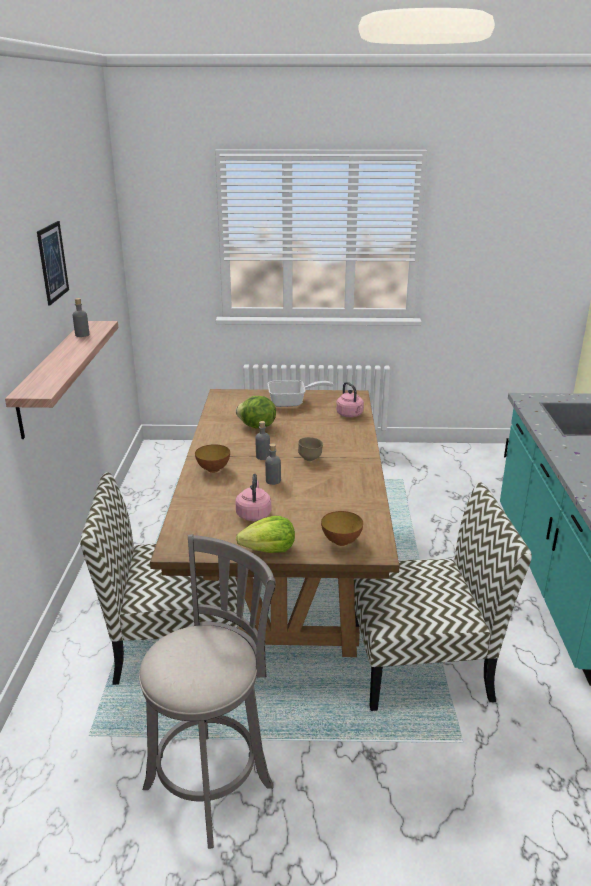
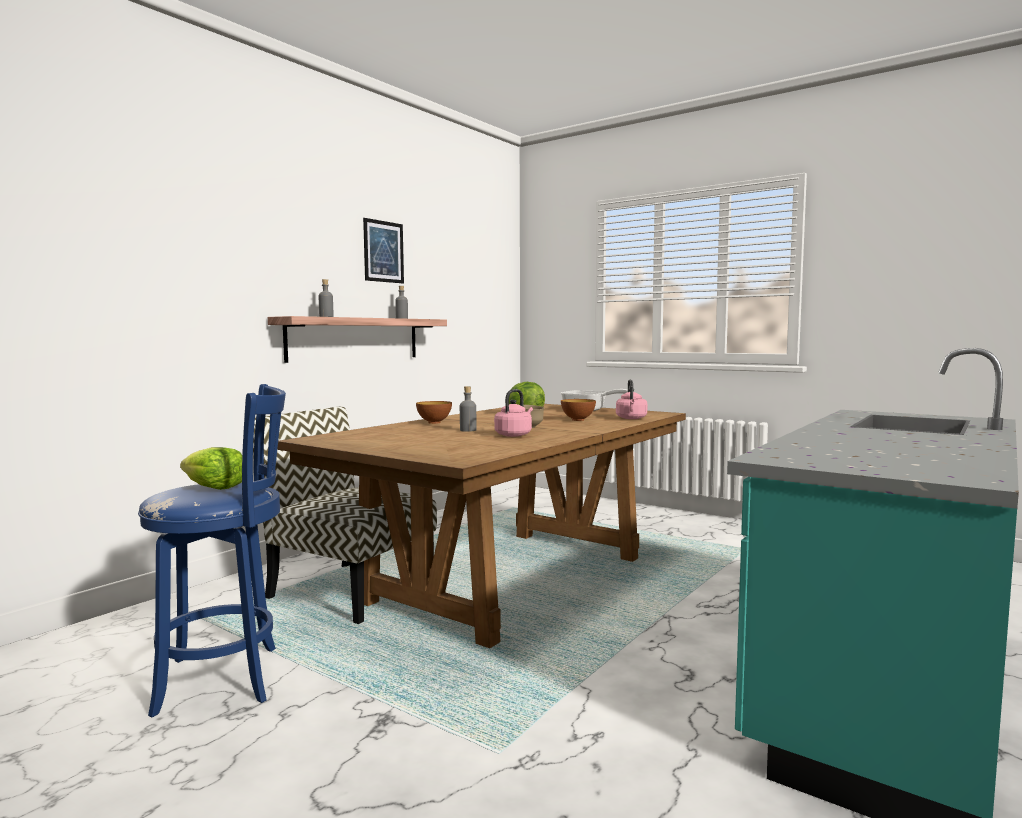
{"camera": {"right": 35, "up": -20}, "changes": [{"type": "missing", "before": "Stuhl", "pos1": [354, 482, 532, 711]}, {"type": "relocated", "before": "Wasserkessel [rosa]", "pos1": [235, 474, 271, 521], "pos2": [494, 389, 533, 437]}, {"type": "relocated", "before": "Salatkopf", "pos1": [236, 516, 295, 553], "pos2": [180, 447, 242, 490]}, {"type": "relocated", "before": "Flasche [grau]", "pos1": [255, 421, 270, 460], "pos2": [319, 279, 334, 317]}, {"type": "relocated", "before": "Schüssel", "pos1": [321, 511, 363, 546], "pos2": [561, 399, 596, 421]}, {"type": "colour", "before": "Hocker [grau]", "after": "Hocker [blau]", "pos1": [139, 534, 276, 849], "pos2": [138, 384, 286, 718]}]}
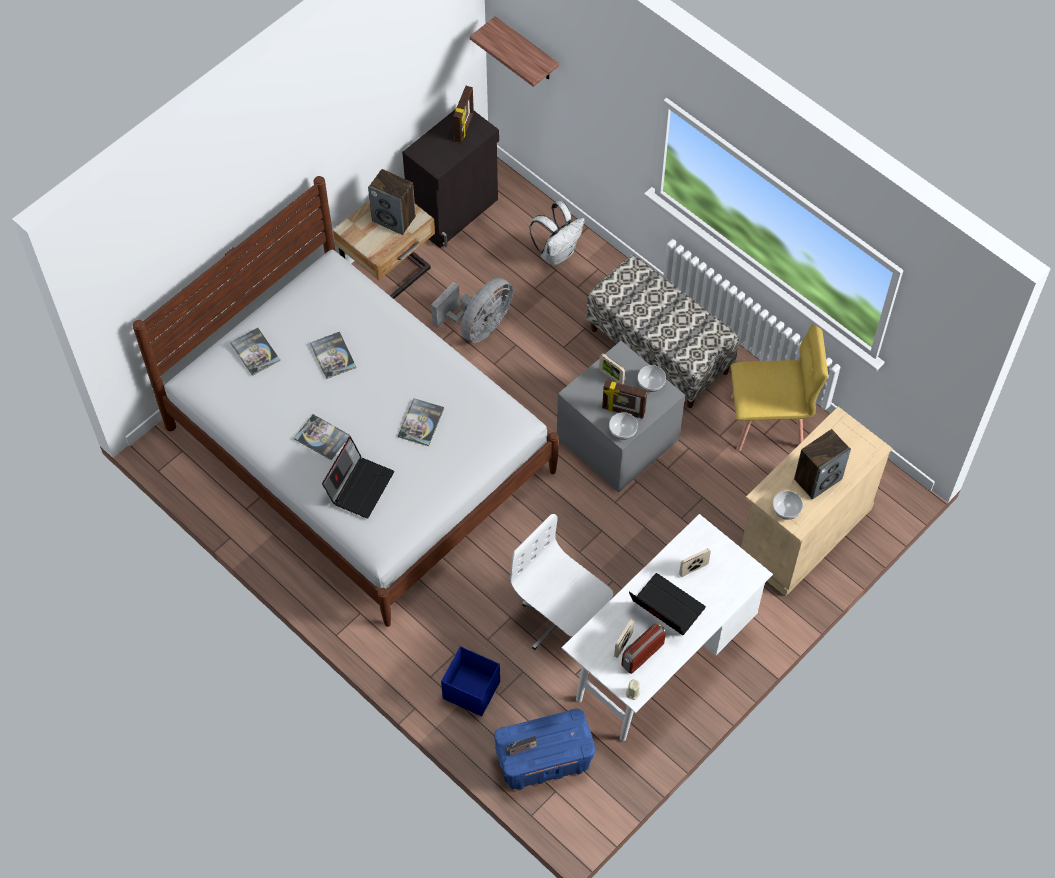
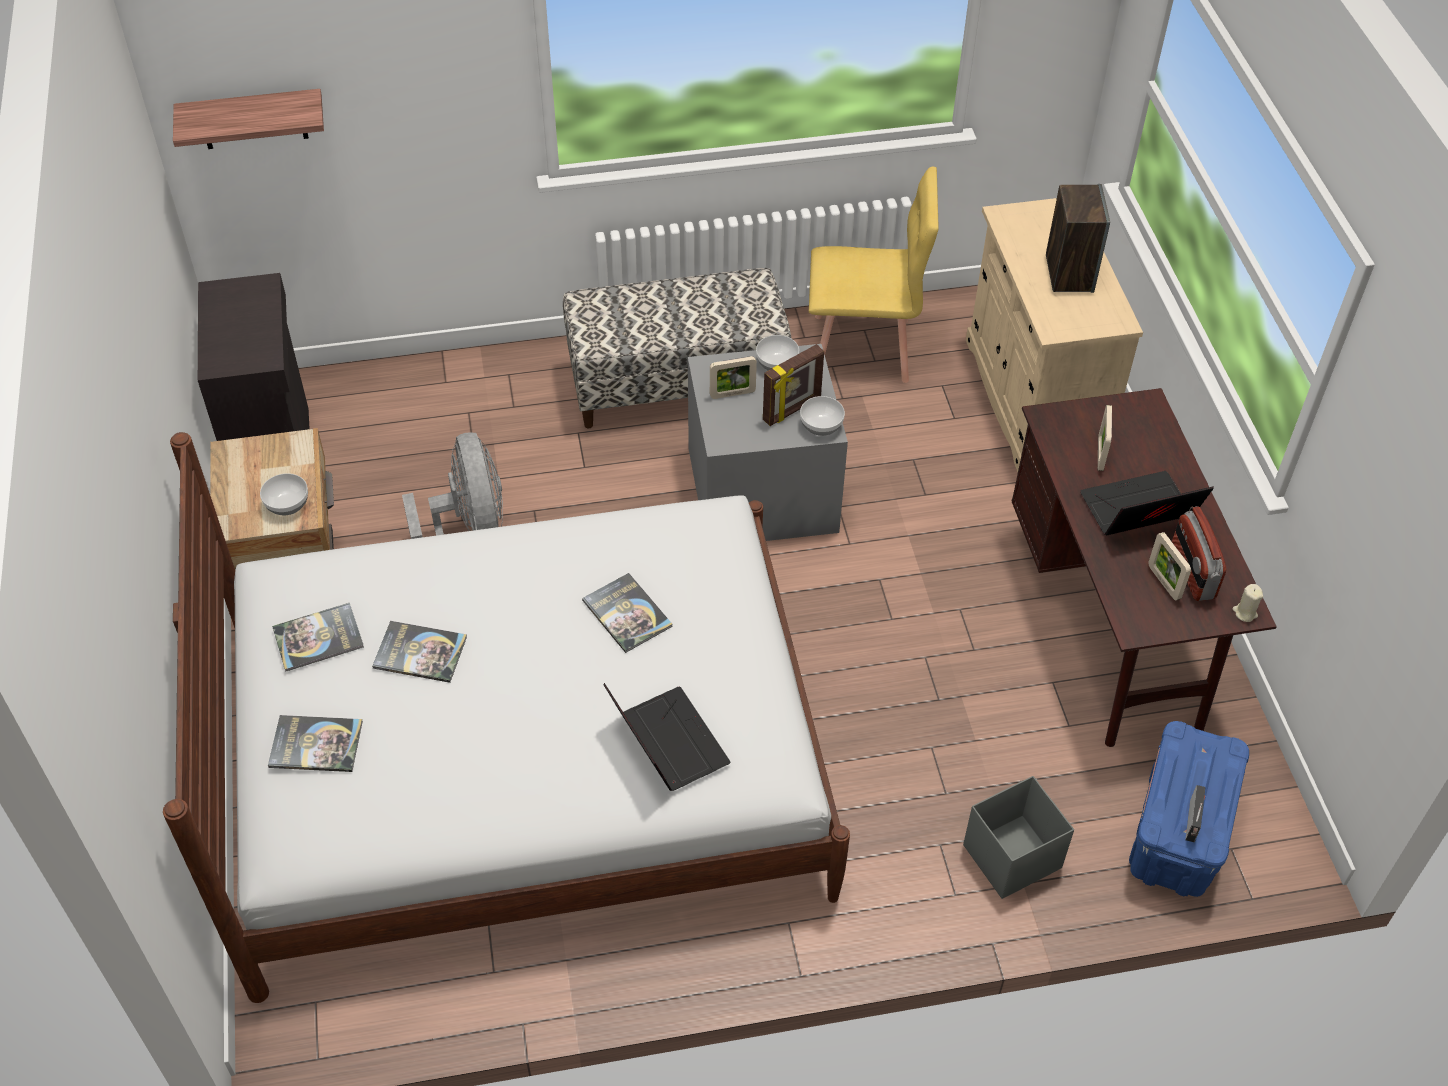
{"camera": {"right": -55, "up": -10}, "changes": [{"type": "missing", "before": "Lautsprecher", "pos1": [368, 169, 416, 235]}, {"type": "missing", "before": "Bilderrahmen", "pos1": [453, 86, 474, 143]}, {"type": "missing", "before": "Bürostuhl [weiß]", "pos1": [510, 514, 613, 650]}, {"type": "missing", "before": "Rucksack [weiß]", "pos1": [529, 201, 585, 266]}, {"type": "relocated", "before": "Buch", "pos1": [294, 414, 350, 460], "pos2": [272, 603, 364, 672]}, {"type": "relocated", "before": "Schüssel", "pos1": [773, 491, 803, 520], "pos2": [260, 473, 308, 515]}, {"type": "colour", "before": "Aufbewahrungsbox [blau]", "after": "Aufbewahrungsbox [grau]", "pos1": [441, 646, 500, 717], "pos2": [963, 776, 1074, 899]}, {"type": "colour", "before": "Schreibtisch [weiß]", "after": "Schreibtisch [braun]", "pos1": [562, 514, 773, 741], "pos2": [1012, 388, 1277, 747]}, {"type": "spun", "before": "Stuhl [gelb]", "pos1": [731, 324, 828, 451], "pos2": [809, 167, 939, 383], "turn": 60}]}
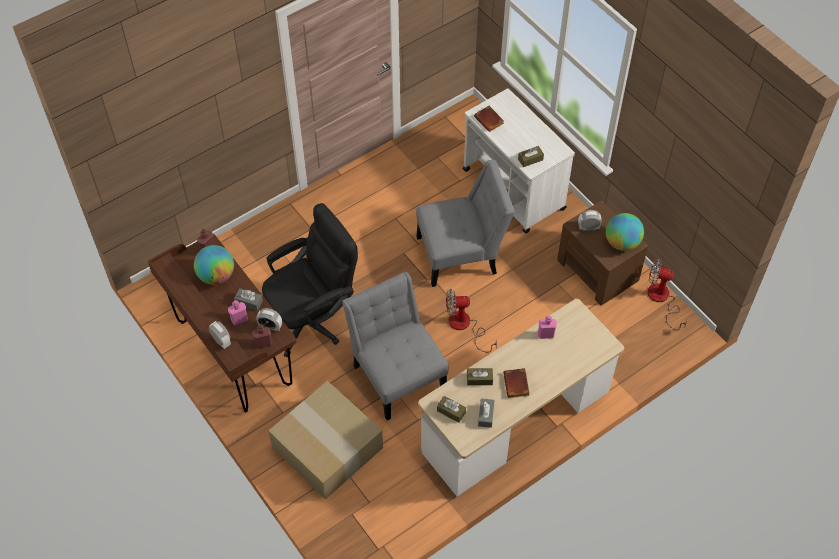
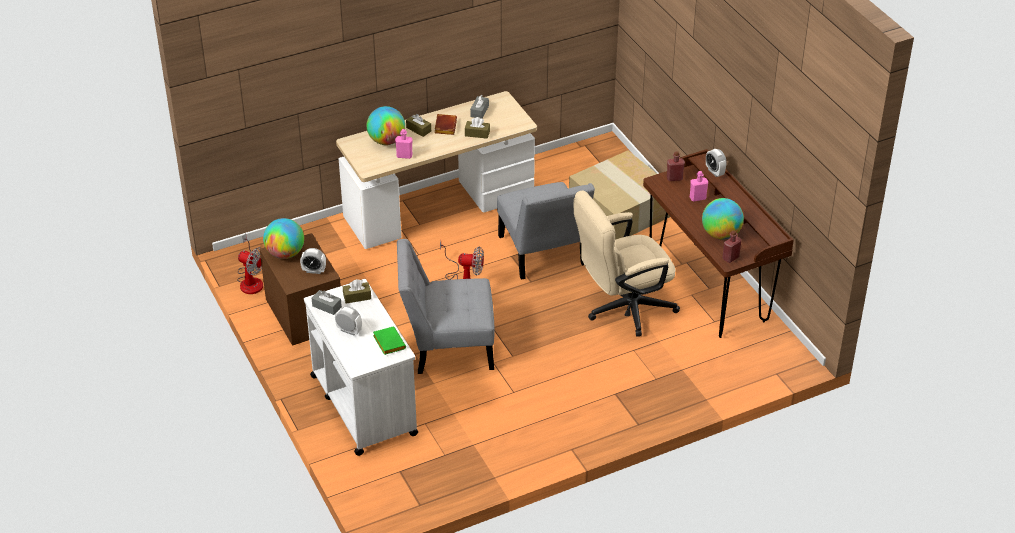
{"camera": {"right": -170, "up": -15}, "changes": [{"type": "appeared", "after": "Globus", "pos2": [366, 106, 405, 145]}, {"type": "relocated", "before": "Taschentuchbox [grau]", "pos1": [234, 288, 263, 311], "pos2": [312, 290, 342, 315]}, {"type": "relocated", "before": "Wecker", "pos1": [256, 308, 282, 331], "pos2": [335, 306, 362, 335]}, {"type": "relocated", "before": "Taschentuchbox [braun]", "pos1": [437, 396, 466, 423], "pos2": [406, 114, 431, 137]}, {"type": "colour", "before": "Bürostuhl [schwarz]", "after": "Bürostuhl [beige]", "pos1": [262, 203, 358, 357], "pos2": [574, 190, 680, 337]}, {"type": "colour", "before": "Buch [braun]", "after": "Buch [grün]", "pos1": [474, 106, 504, 132], "pos2": [373, 326, 406, 355]}]}
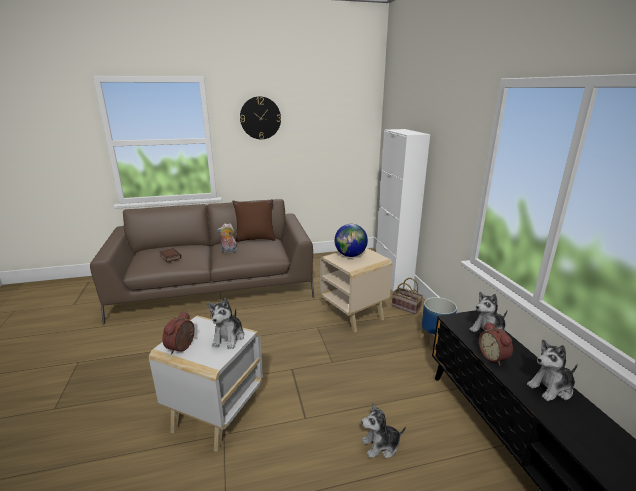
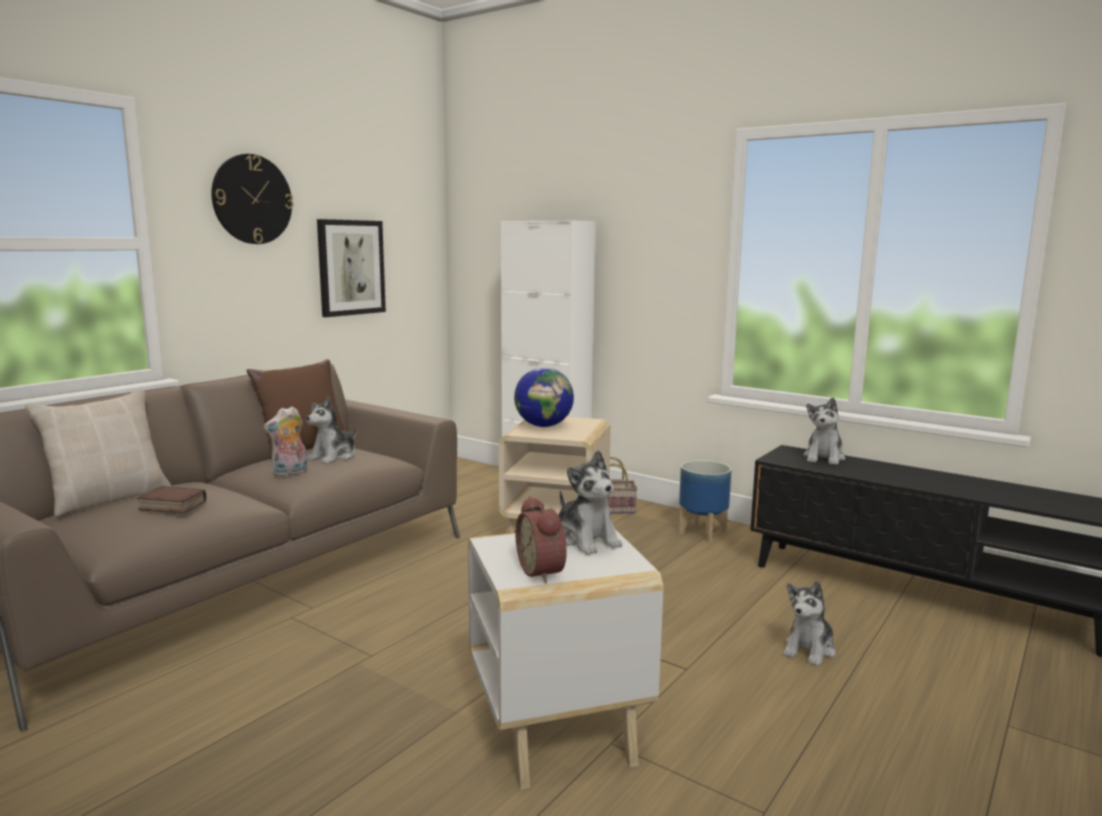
{"camera": {"right": -40, "up": -10}, "changes": [{"type": "missing", "before": "Wecker", "pos1": [479, 322, 513, 366]}, {"type": "appeared", "after": "Kissen [beige]", "pos2": [25, 388, 171, 517]}, {"type": "appeared", "after": "Bild", "pos2": [317, 219, 386, 317]}, {"type": "relocated", "before": "Plüschtier", "pos1": [527, 339, 578, 401], "pos2": [306, 396, 356, 464]}]}
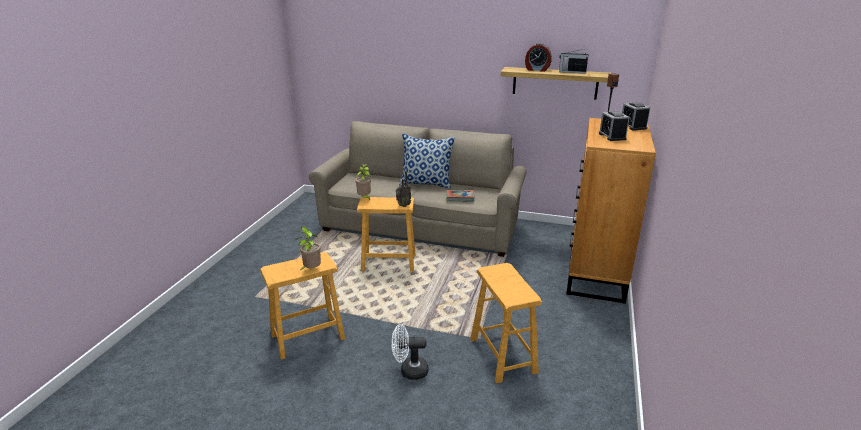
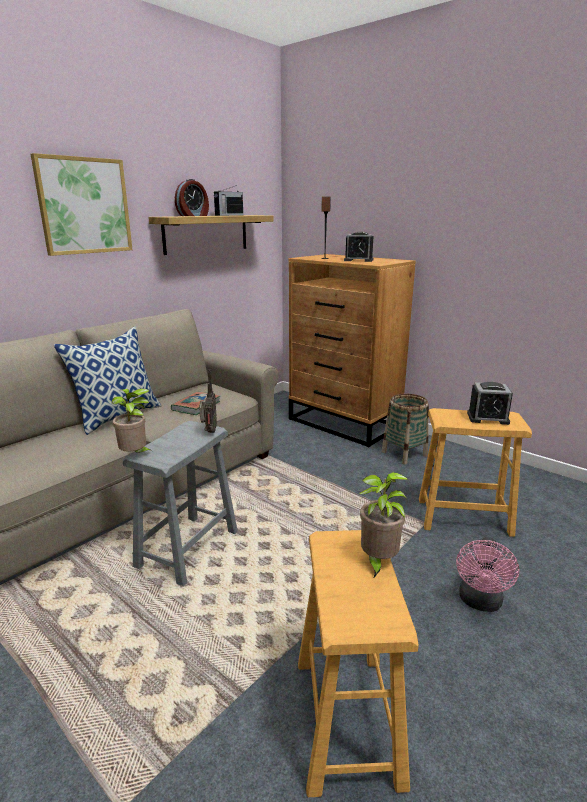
{"camera": {"right": -65, "up": -5}, "changes": [{"type": "appeared", "after": "Bild", "pos2": [31, 153, 133, 256]}, {"type": "appeared", "after": "Korb", "pos2": [382, 394, 429, 464]}, {"type": "relocated", "before": "Wecker", "pos1": [622, 102, 650, 131], "pos2": [467, 382, 513, 425]}, {"type": "colour", "before": "Hocker [braun]", "after": "Hocker [grau]", "pos1": [357, 197, 415, 272], "pos2": [123, 421, 238, 586]}, {"type": "colour", "before": "Ventilator [weiß]", "after": "Ventilator [rosa]", "pos1": [391, 324, 428, 380], "pos2": [456, 537, 519, 612]}]}
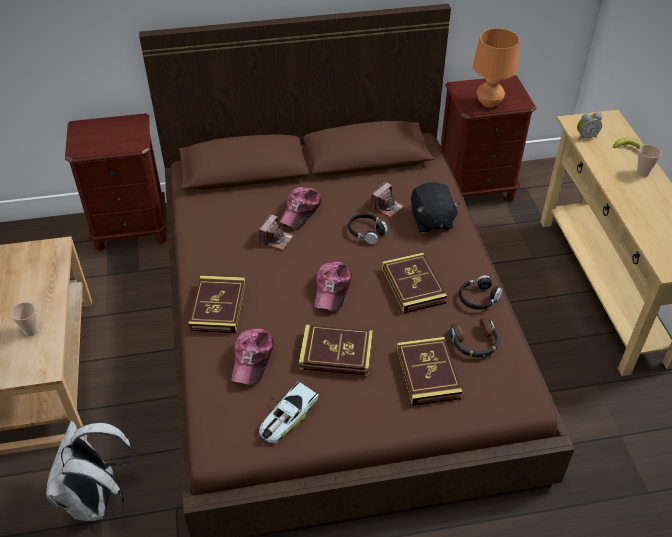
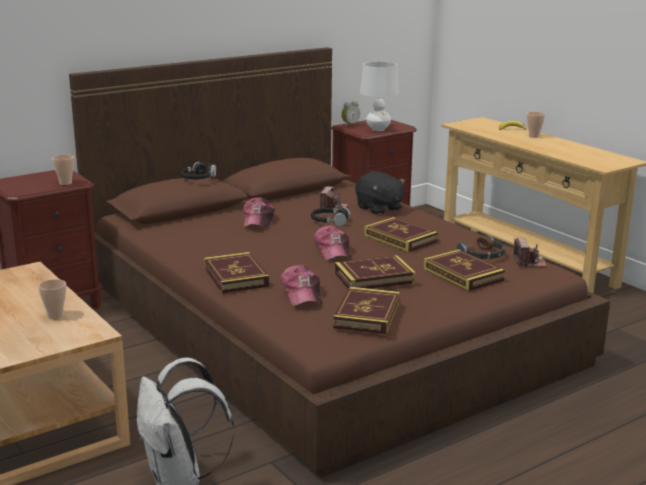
{"camera": {"right": -25, "up": -25}, "changes": [{"type": "appeared", "after": "Tasse", "pos2": [52, 154, 74, 185]}, {"type": "relocated", "before": "Kamera", "pos1": [259, 214, 294, 250], "pos2": [513, 238, 547, 267]}, {"type": "relocated", "before": "Kopfhörer [schwarz]", "pos1": [459, 275, 503, 309], "pos2": [181, 162, 216, 179]}, {"type": "relocated", "before": "Wecker", "pos1": [577, 112, 602, 140], "pos2": [341, 101, 360, 127]}, {"type": "exchanged", "before": "Spielzeugauto", "after": "Buch", "pos1": [259, 381, 319, 444], "pos2": [333, 287, 400, 335]}, {"type": "colour", "before": "Tischlampe [orange]", "after": "Tischlampe [weiß]", "pos1": [473, 28, 520, 108], "pos2": [360, 61, 399, 131]}]}
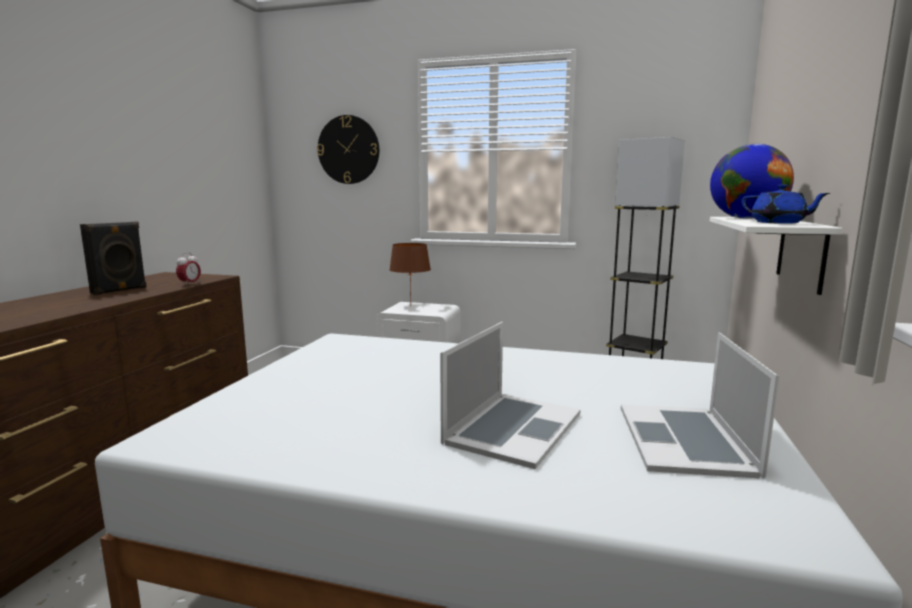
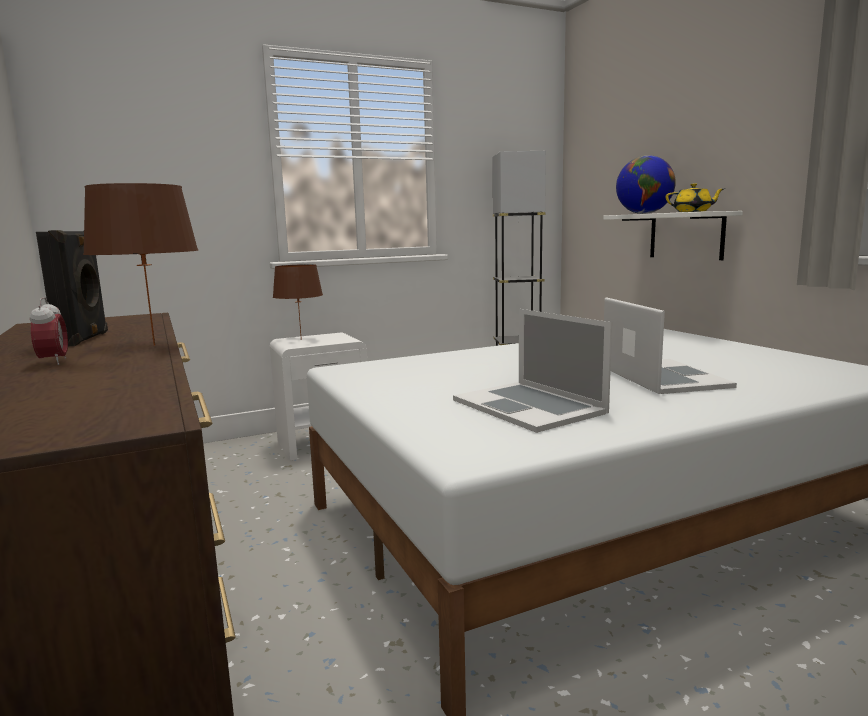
{"camera": {"right": -40, "up": 0}, "changes": [{"type": "missing", "before": "Wanduhr", "pos1": [317, 115, 379, 184]}, {"type": "appeared", "after": "Tischlampe [braun]", "pos2": [83, 183, 198, 346]}, {"type": "relocated", "before": "Wecker", "pos1": [176, 252, 201, 286], "pos2": [30, 297, 68, 365]}, {"type": "relocated", "before": "Laptop", "pos1": [621, 332, 779, 478], "pos2": [453, 309, 612, 433]}, {"type": "colour", "before": "Teekanne [blau]", "after": "Teekanne [gelb]", "pos1": [741, 184, 830, 224], "pos2": [666, 183, 724, 212]}]}
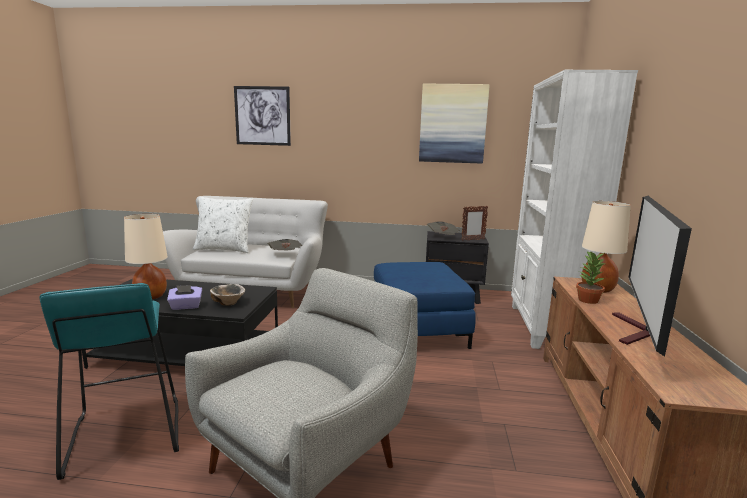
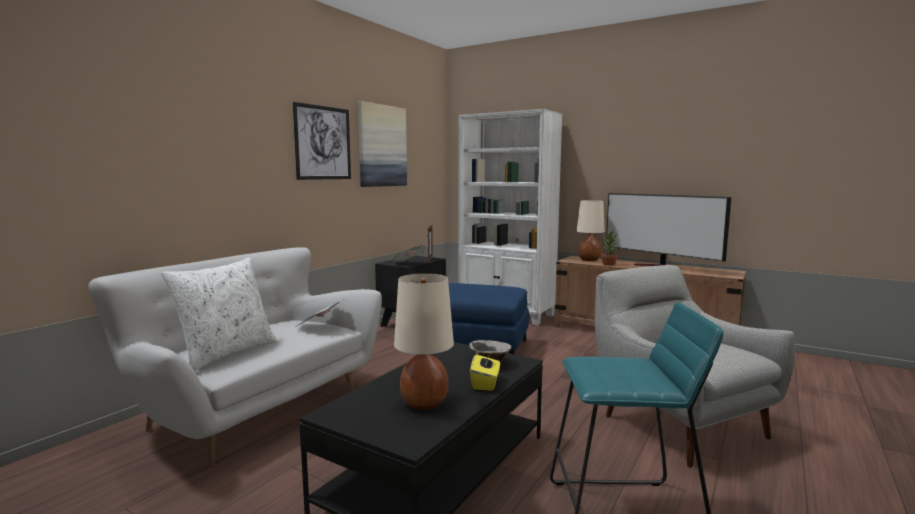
{"camera": {"right": -65, "up": -5}, "changes": [{"type": "relocated", "before": "Bild", "pos1": [234, 86, 291, 146], "pos2": [293, 102, 351, 180]}, {"type": "colour", "before": "Taschentuchbox [lila]", "after": "Taschentuchbox [gelb]", "pos1": [167, 285, 202, 310], "pos2": [470, 350, 500, 391]}]}
